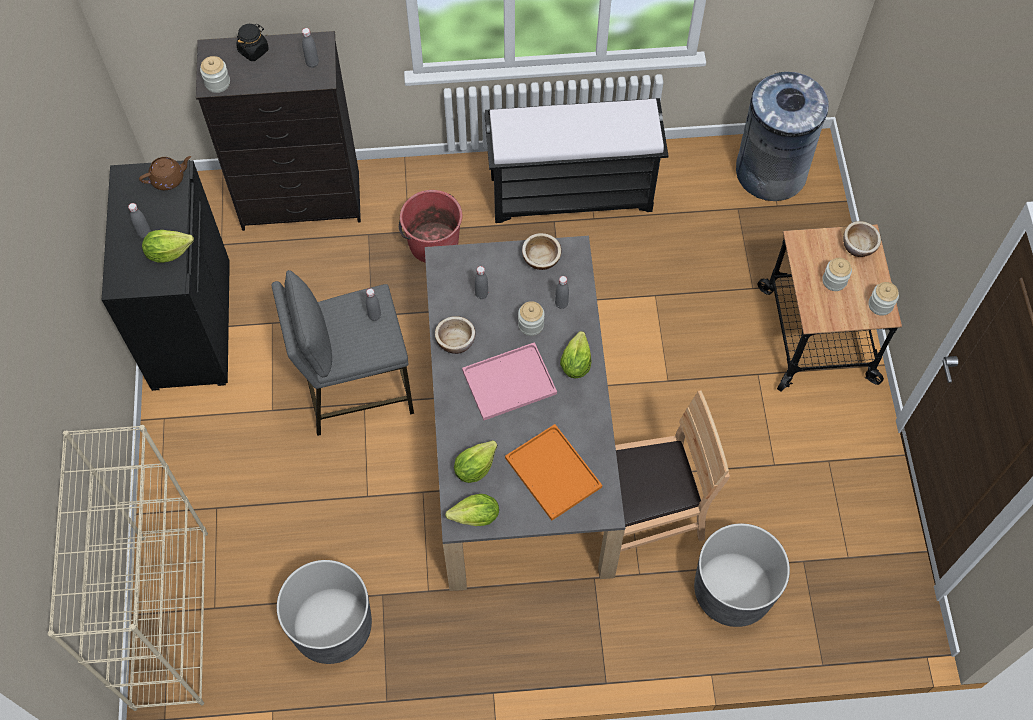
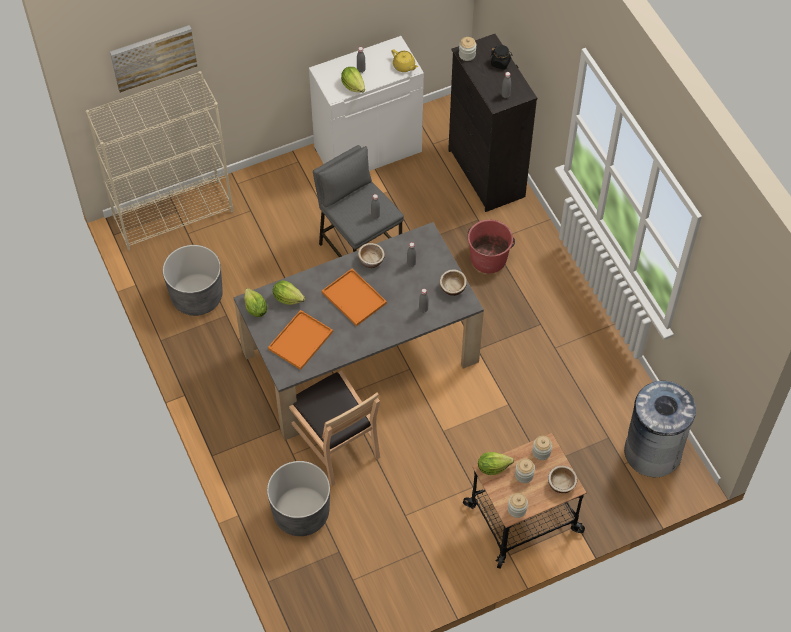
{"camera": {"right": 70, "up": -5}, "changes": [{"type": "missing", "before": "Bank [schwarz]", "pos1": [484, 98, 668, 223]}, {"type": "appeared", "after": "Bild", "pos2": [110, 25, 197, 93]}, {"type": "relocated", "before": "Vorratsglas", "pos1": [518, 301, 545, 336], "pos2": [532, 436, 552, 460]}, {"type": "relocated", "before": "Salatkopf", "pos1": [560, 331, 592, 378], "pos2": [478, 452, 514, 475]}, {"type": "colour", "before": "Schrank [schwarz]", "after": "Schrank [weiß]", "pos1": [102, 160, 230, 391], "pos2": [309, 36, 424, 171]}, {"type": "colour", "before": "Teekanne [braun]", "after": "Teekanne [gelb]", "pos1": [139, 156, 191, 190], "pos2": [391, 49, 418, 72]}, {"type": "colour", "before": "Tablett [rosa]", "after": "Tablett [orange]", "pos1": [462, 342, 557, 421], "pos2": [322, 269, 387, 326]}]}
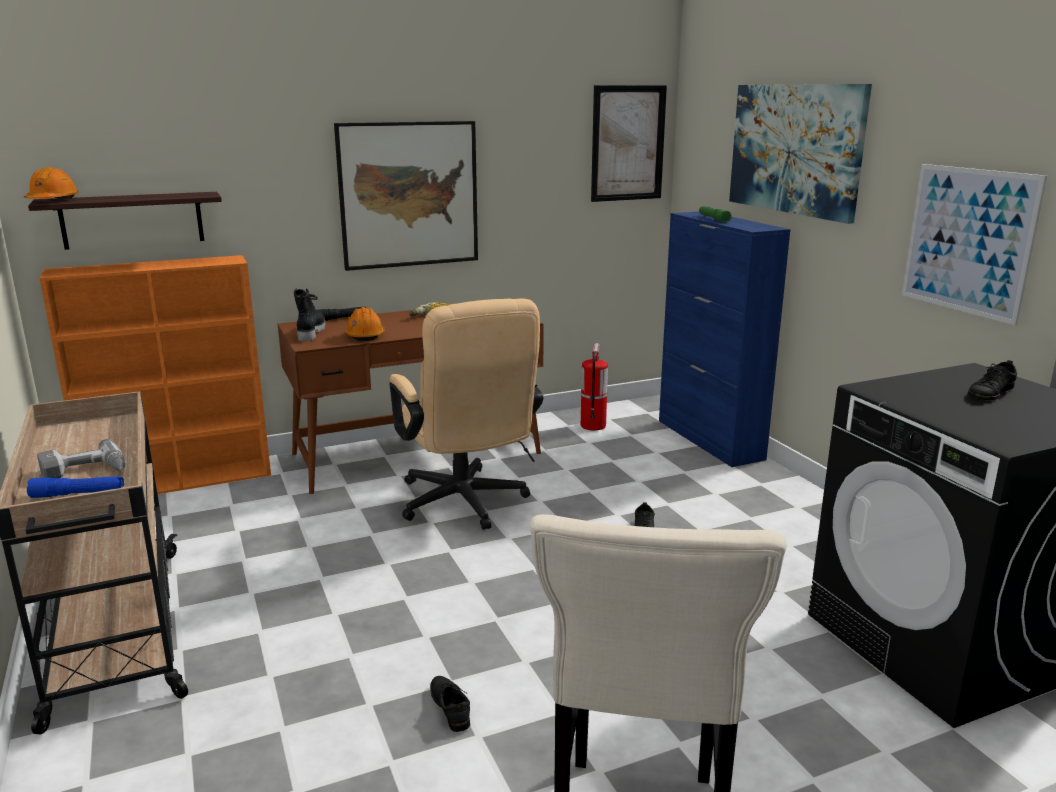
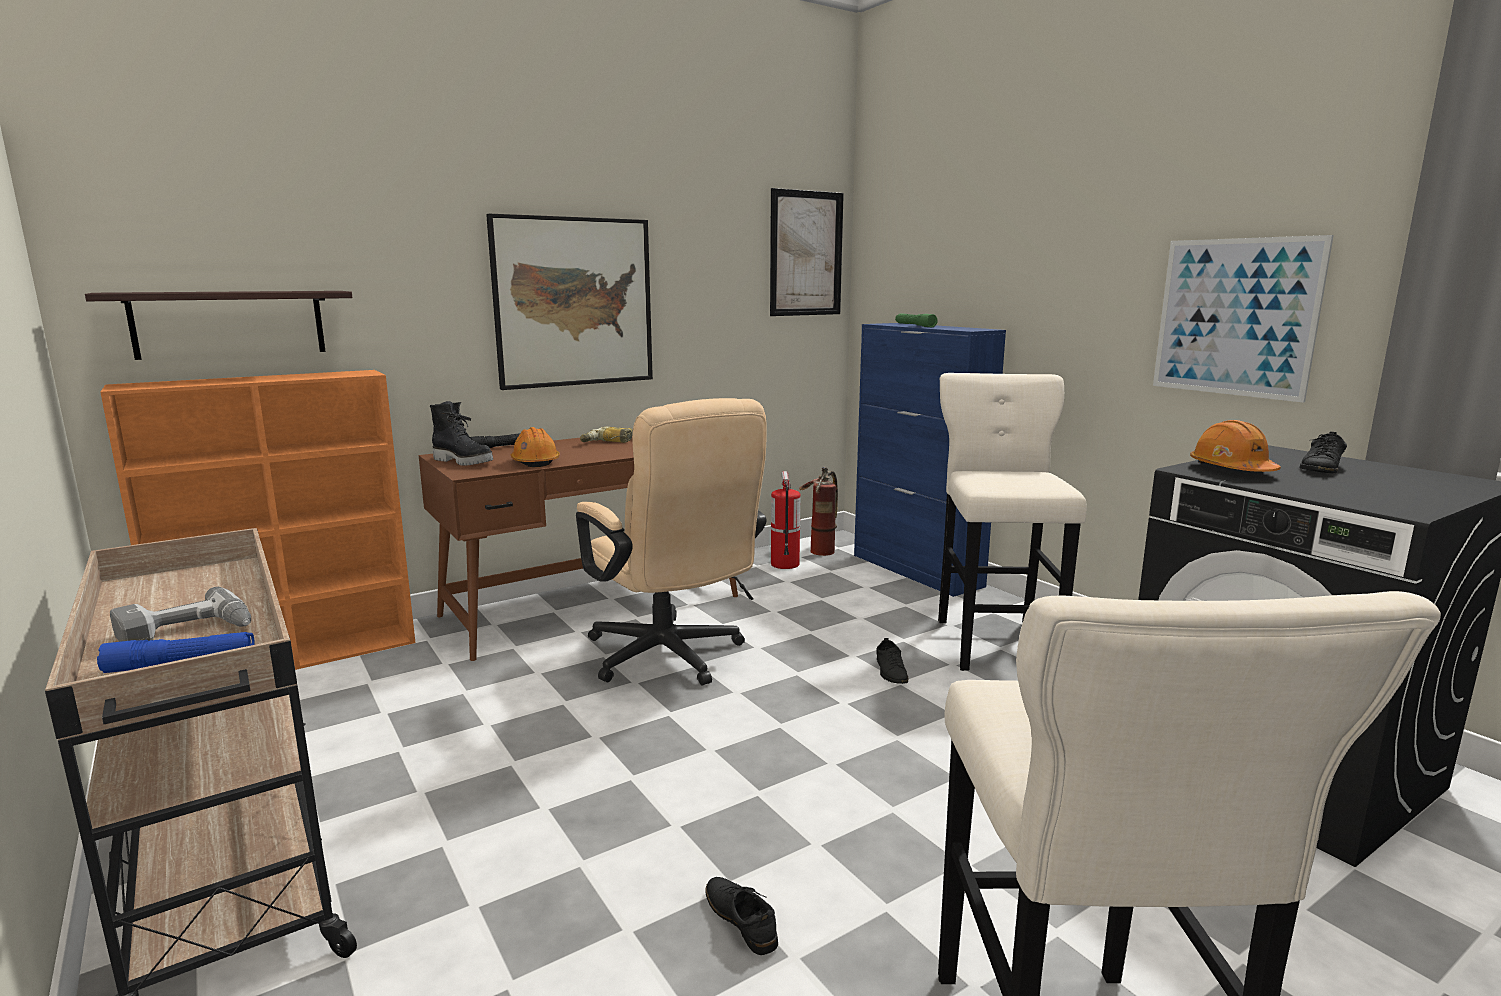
{"camera": {"right": -10, "up": -5}, "changes": [{"type": "missing", "before": "Bild", "pos1": [729, 84, 872, 224]}, {"type": "appeared", "after": "Feuerlöscher", "pos2": [799, 467, 838, 556]}, {"type": "appeared", "after": "Hocker [beige]", "pos2": [938, 373, 1087, 671]}, {"type": "relocated", "before": "Schutzhelm [orange]", "pos1": [24, 167, 79, 199], "pos2": [1190, 420, 1281, 472]}, {"type": "spun", "before": "Stiefel [schwarz]", "pos1": [294, 288, 326, 342], "pos2": [430, 401, 493, 466], "turn": 135}]}
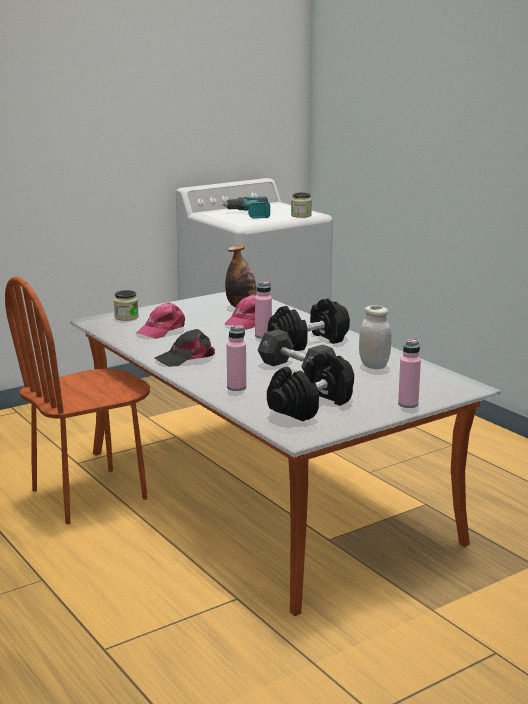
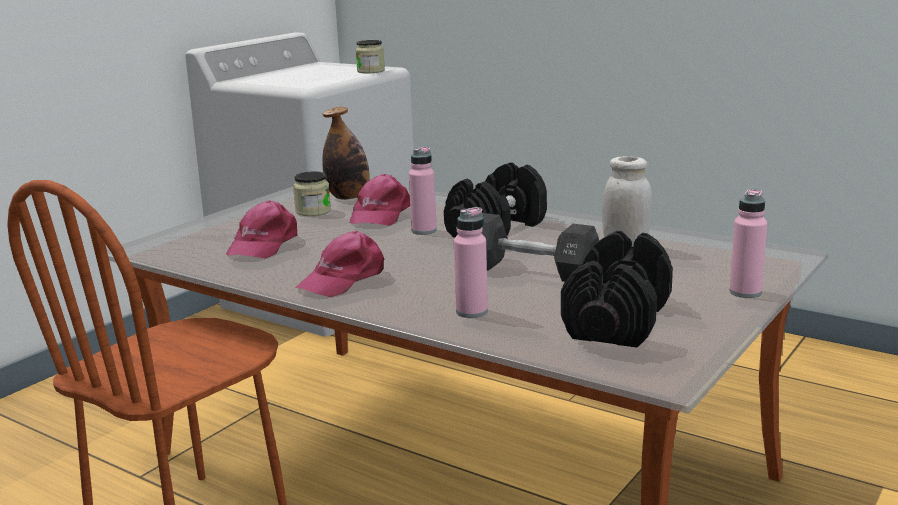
{"camera": {"right": -20, "up": 0}, "changes": [{"type": "missing", "before": "Bohrmaschine", "pos1": [222, 196, 270, 219]}, {"type": "relocated", "before": "Vorratsglas", "pos1": [114, 290, 139, 321], "pos2": [293, 171, 331, 216]}, {"type": "colour", "before": "Kappe [schwarz]", "after": "Kappe [rosa]", "pos1": [155, 329, 215, 367], "pos2": [295, 230, 384, 297]}]}
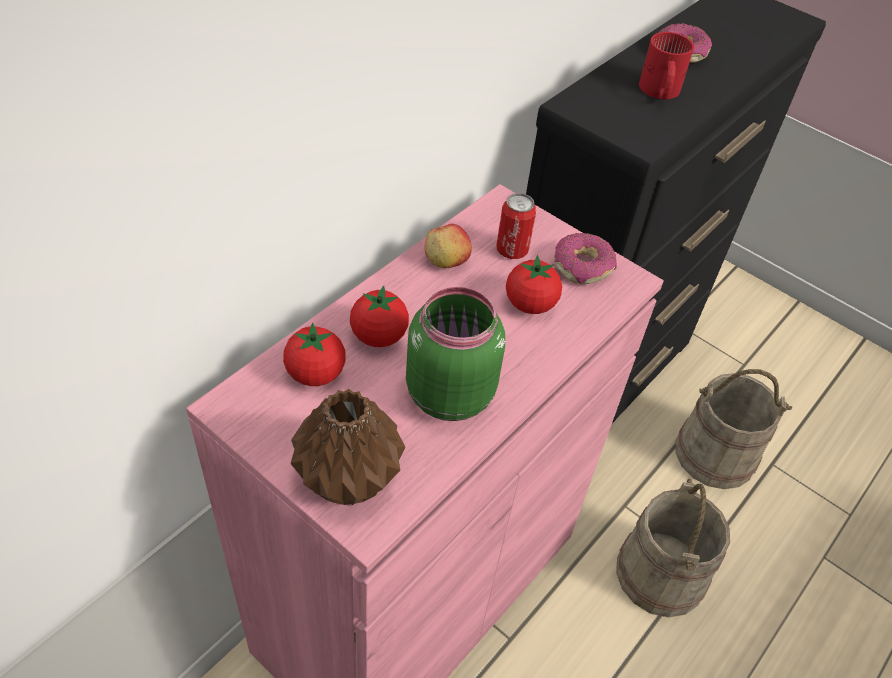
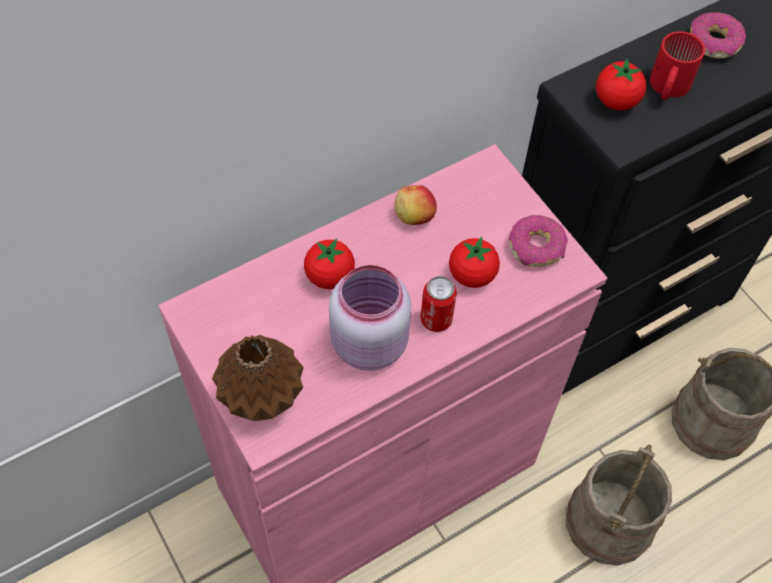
{"camera": {"right": 20, "up": 10}, "changes": [{"type": "relocated", "before": "Tomate", "pos1": [283, 323, 346, 386], "pos2": [596, 59, 647, 111]}, {"type": "relocated", "before": "Dose", "pos1": [496, 193, 536, 259], "pos2": [421, 276, 457, 332]}, {"type": "colour", "before": "Vorratsglas [grün]", "after": "Vorratsglas [rosa]", "pos1": [406, 287, 505, 421], "pos2": [329, 265, 411, 371]}]}
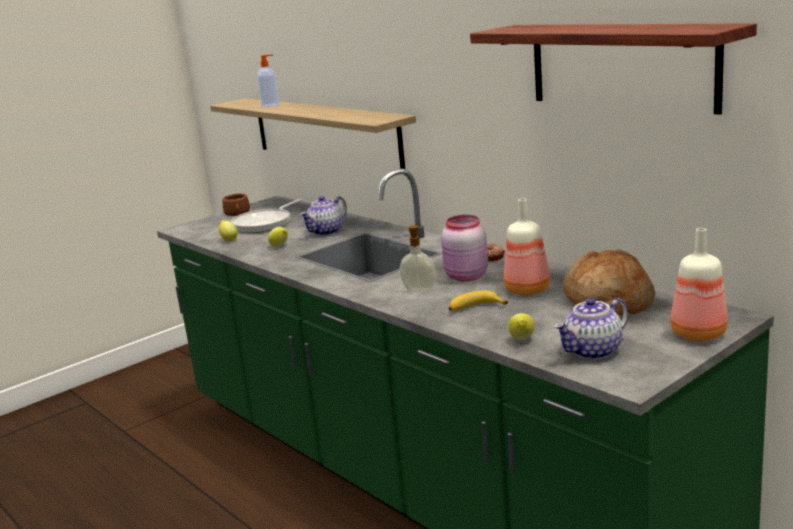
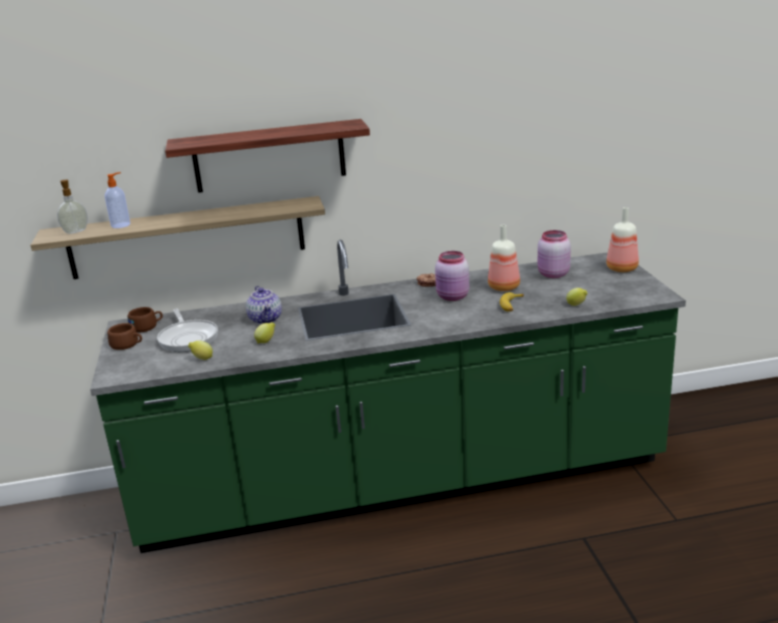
{"camera": {"right": -60, "up": 5}, "changes": [{"type": "missing", "before": "Teekanne", "pos1": [554, 298, 629, 360]}, {"type": "appeared", "after": "Tasse [braun]", "pos2": [127, 307, 163, 332]}, {"type": "relocated", "before": "Seifenspender", "pos1": [400, 225, 436, 293], "pos2": [57, 180, 88, 234]}, {"type": "relocated", "before": "Wandregal", "pos1": [470, 23, 757, 115], "pos2": [165, 119, 370, 193]}, {"type": "exchanged", "before": "Brot", "after": "Vorratsglas [rosa]", "pos1": [563, 249, 655, 316], "pos2": [538, 230, 571, 278]}]}
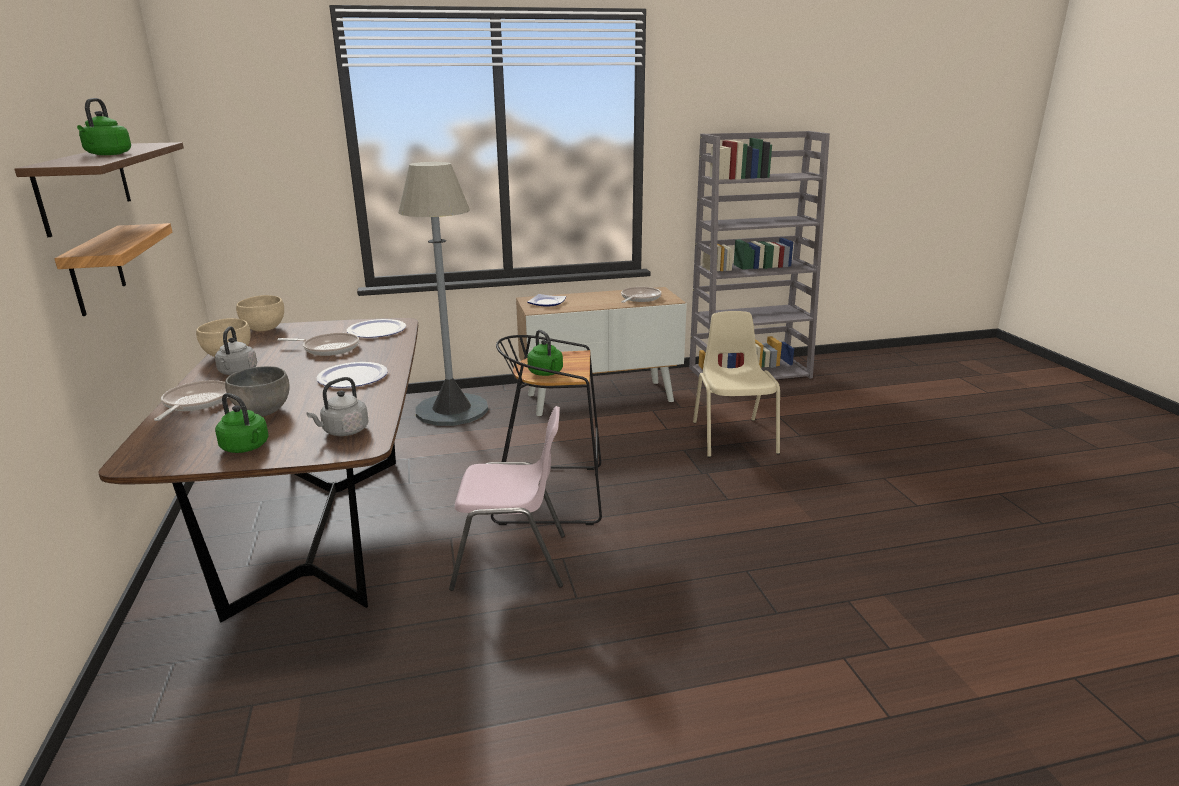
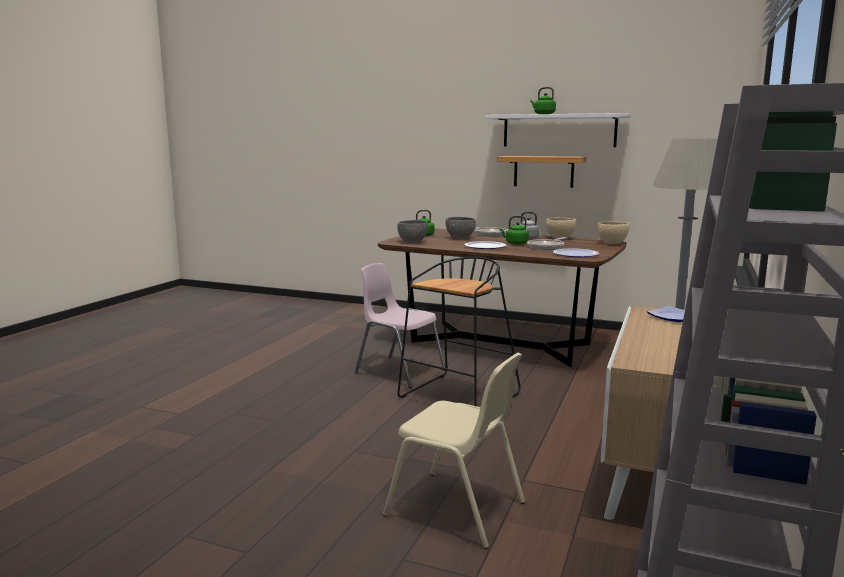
{"camera": {"right": 125, "up": -10}, "changes": [{"type": "missing", "before": "Pfanne", "pos1": [621, 287, 661, 303]}, {"type": "relocated", "before": "Wasserkessel [grün]", "pos1": [527, 330, 563, 376], "pos2": [500, 216, 529, 245]}, {"type": "exchanged", "before": "Wasserkessel [grau]", "after": "Schüssel [grau]", "pos1": [306, 377, 369, 436], "pos2": [397, 220, 428, 243]}, {"type": "colour", "before": "Wandregal [braun]", "after": "Wandregal [weiß]", "pos1": [15, 142, 184, 237], "pos2": [485, 113, 631, 147]}, {"type": "spun", "before": "Stuhl [rosa]", "pos1": [449, 406, 565, 591], "pos2": [355, 263, 446, 388], "turn": 90}]}
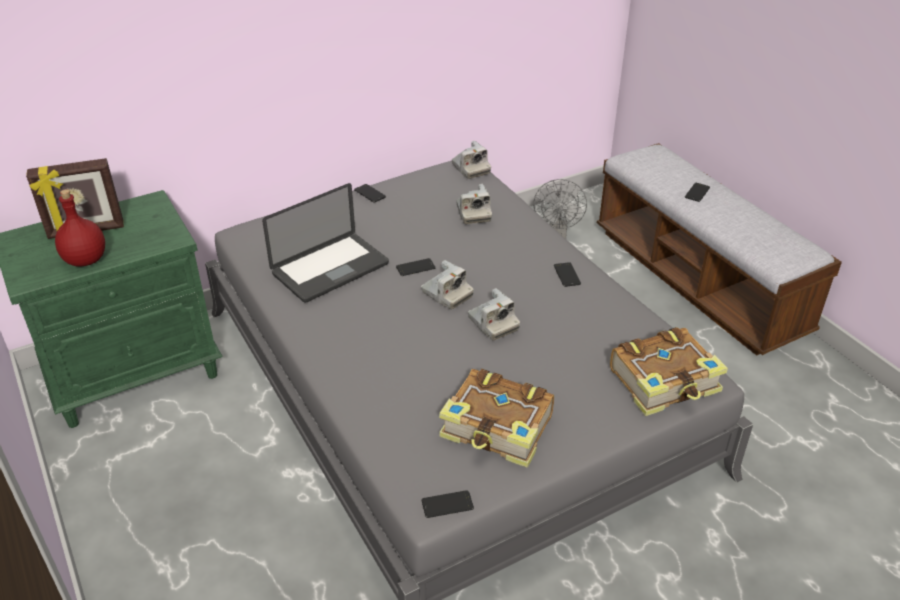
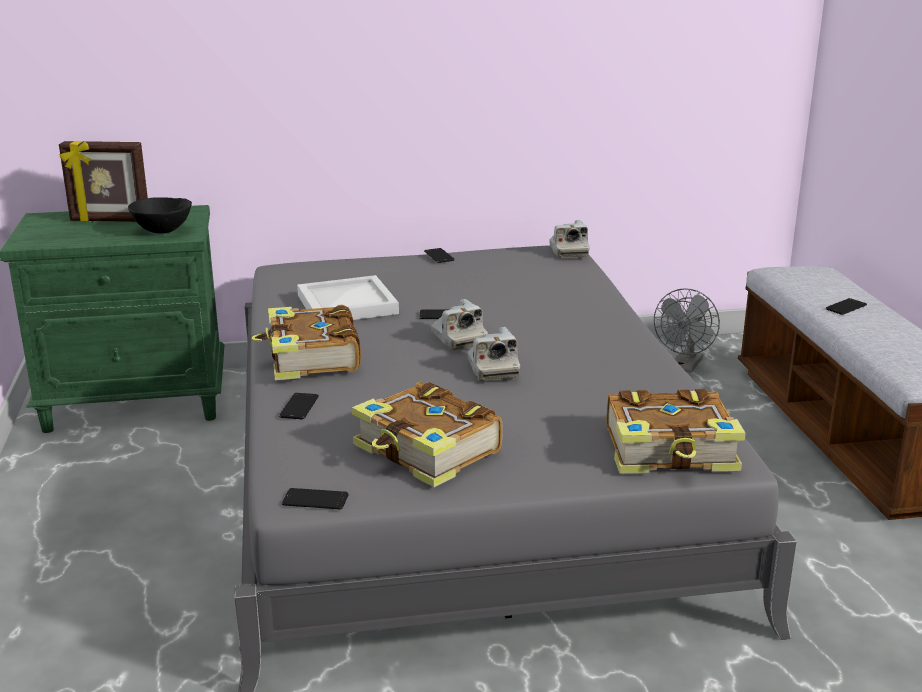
{"camera": {"right": 20, "up": -15}, "changes": [{"type": "missing", "before": "Flasche [rot]", "pos1": [55, 189, 105, 267]}, {"type": "missing", "before": "Kamera", "pos1": [456, 184, 492, 224]}, {"type": "appeared", "after": "Schüssel [schwarz]", "pos2": [128, 197, 192, 234]}, {"type": "appeared", "after": "Buch", "pos2": [252, 304, 361, 380]}, {"type": "relocated", "before": "Handy", "pos1": [554, 262, 581, 287], "pos2": [279, 393, 319, 419]}, {"type": "exchanged", "before": "Laptop", "after": "Tablett [weiß]", "pos1": [262, 183, 389, 303], "pos2": [297, 275, 399, 320]}]}
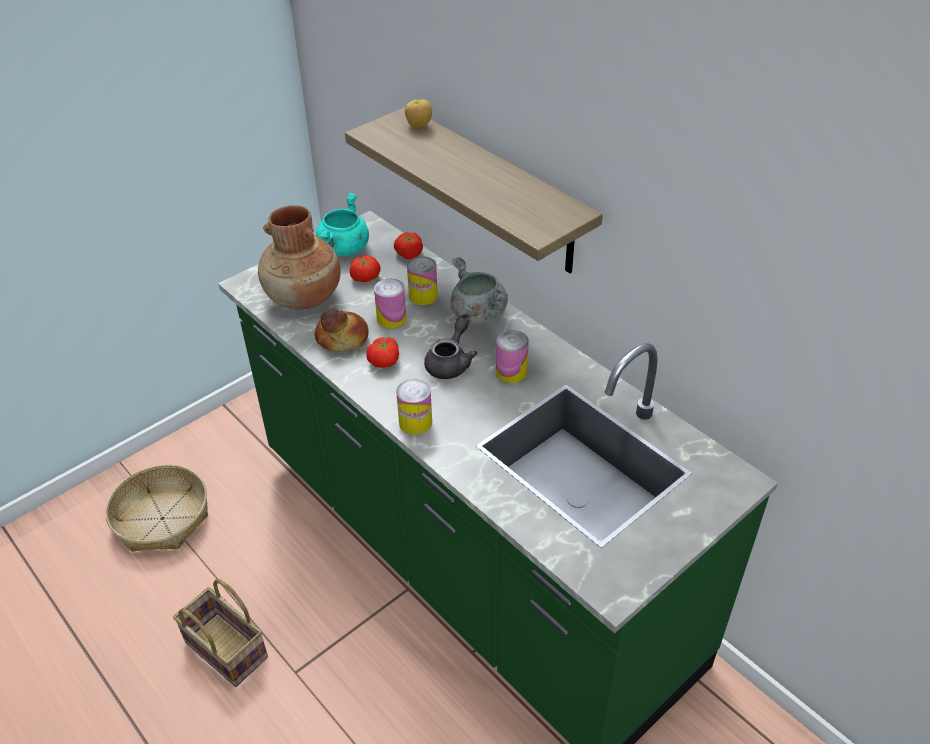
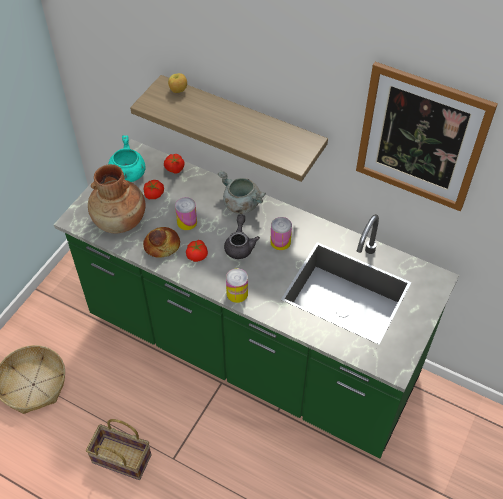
{"camera": {"right": -20, "up": 10}, "changes": [{"type": "missing", "before": "Dose", "pos1": [407, 256, 438, 305]}, {"type": "appeared", "after": "Bild", "pos2": [356, 62, 498, 211]}]}
